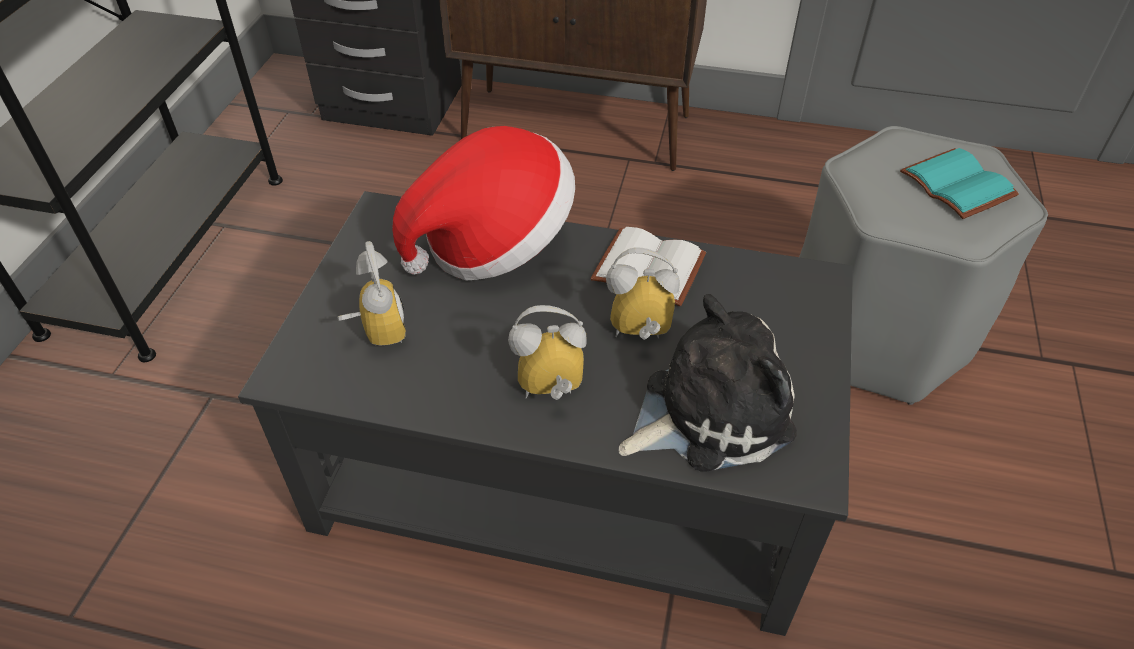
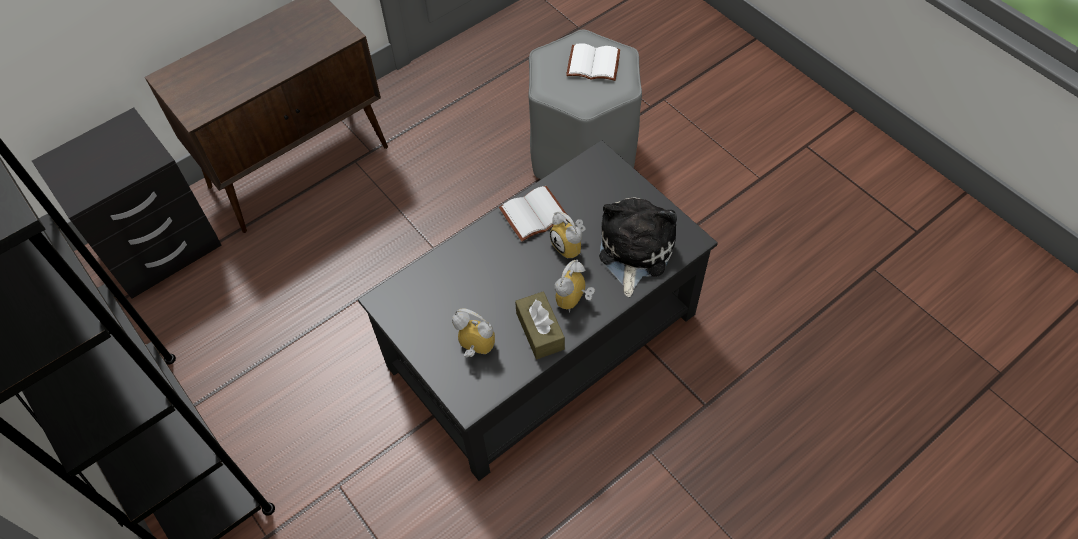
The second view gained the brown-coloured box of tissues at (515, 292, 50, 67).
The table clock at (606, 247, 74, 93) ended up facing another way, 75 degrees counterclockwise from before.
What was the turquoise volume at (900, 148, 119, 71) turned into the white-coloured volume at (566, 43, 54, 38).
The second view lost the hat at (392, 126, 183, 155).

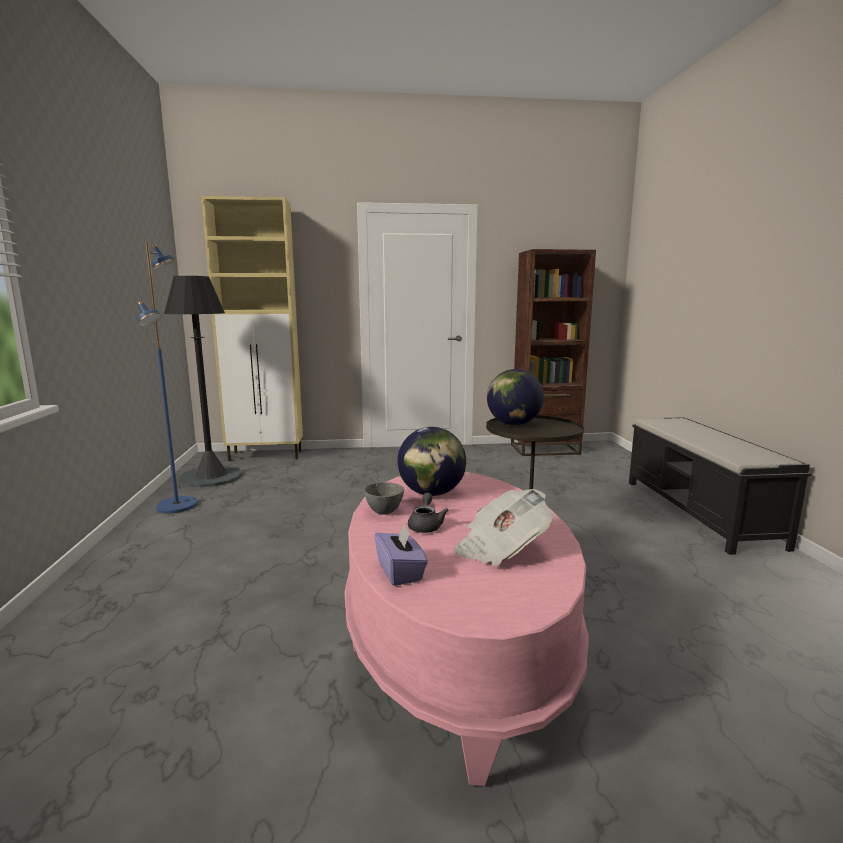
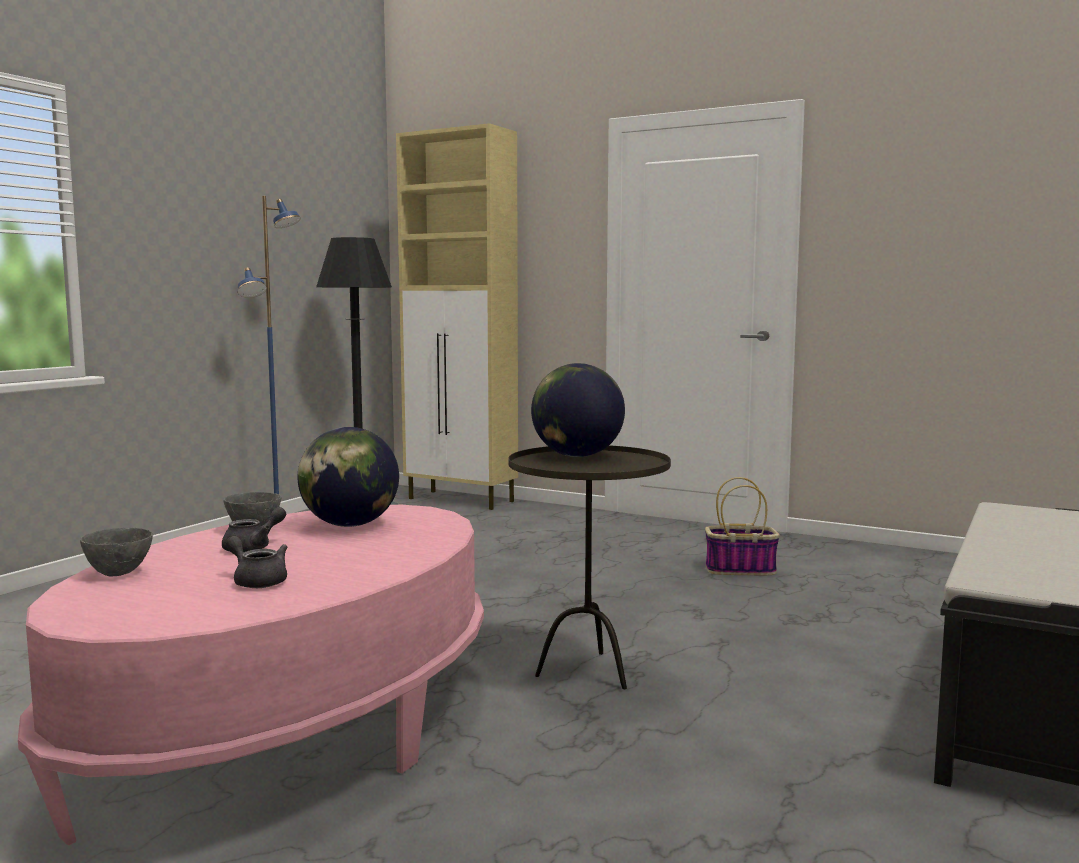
Where the purple-coloured box of tissues stood at (375, 523, 53, 63), the grey bowl came to stand at (80, 528, 73, 48).
Where the newspaper stood at (454, 489, 99, 77), the grey teapot came to stand at (226, 536, 61, 52).
The second view gained the household basket at (705, 477, 75, 98).
The second view lost the brown-coloured shelving unit at (511, 249, 85, 207).

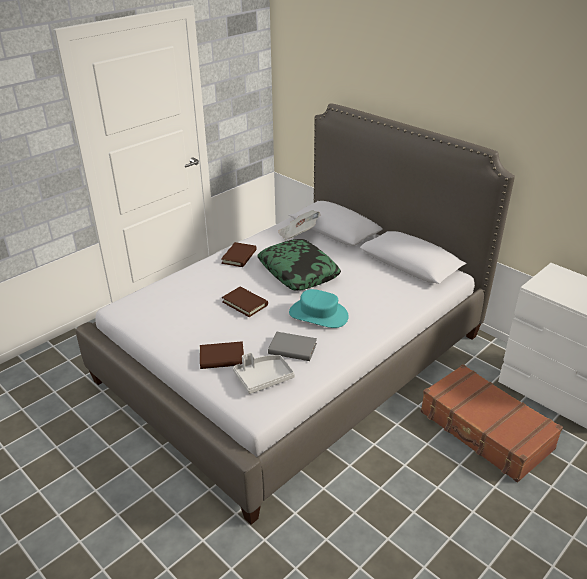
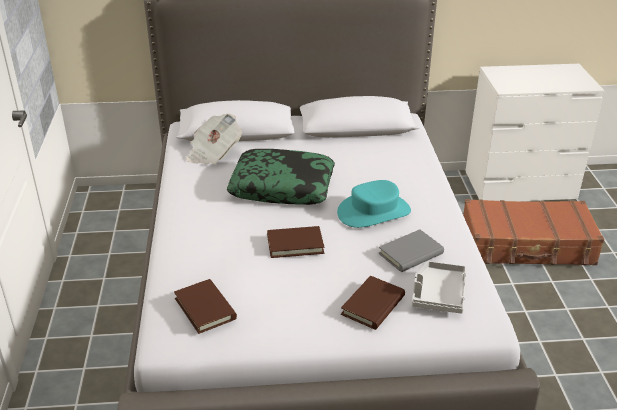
The brown-coloured volume ended up elsewhere, having gone from (221, 242, 36, 25) to (174, 279, 63, 55).

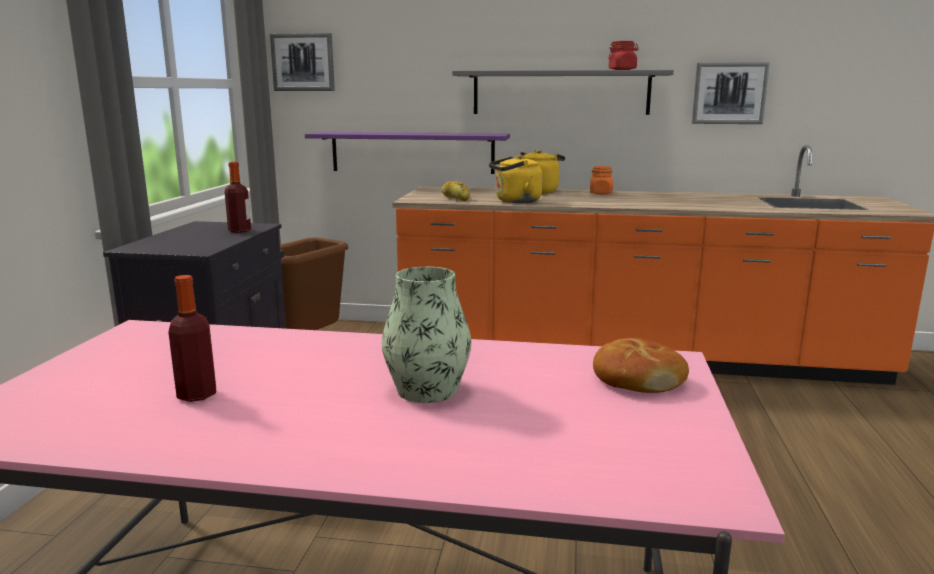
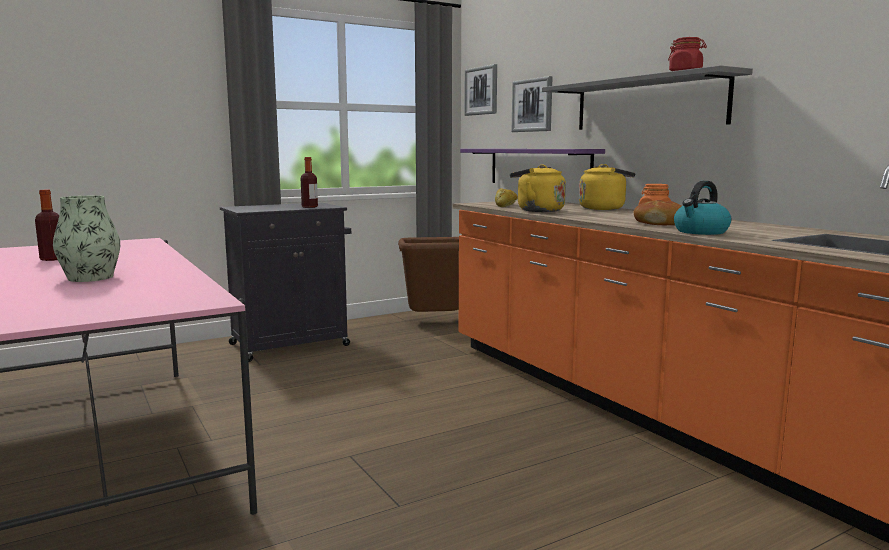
The picture ended up elsewhere, having gone from (692, 62, 78, 62) to (512, 76, 41, 56).
The bakery bread ended up elsewhere, having gone from (593, 338, 96, 55) to (634, 200, 48, 25).
The second view gained the tea kettle at (674, 181, 57, 54).

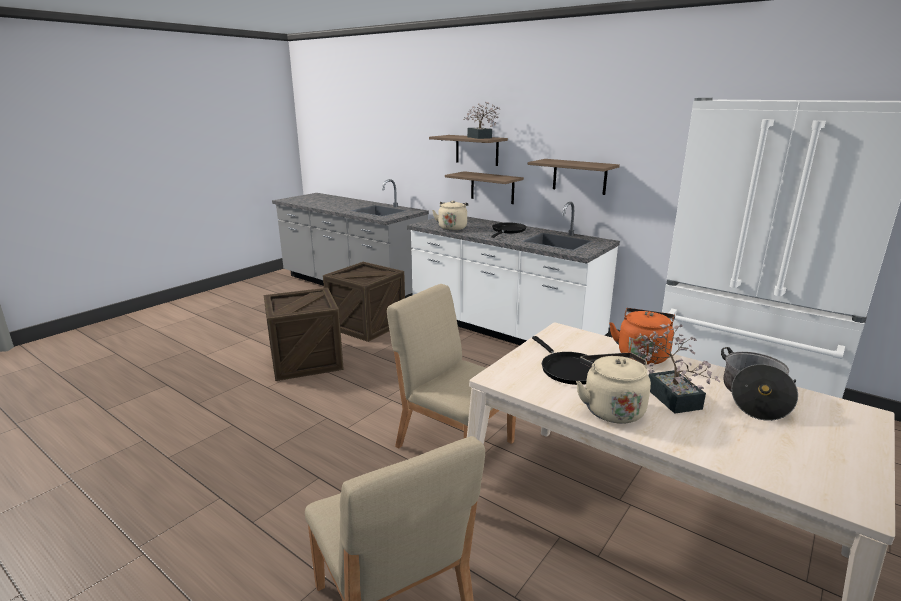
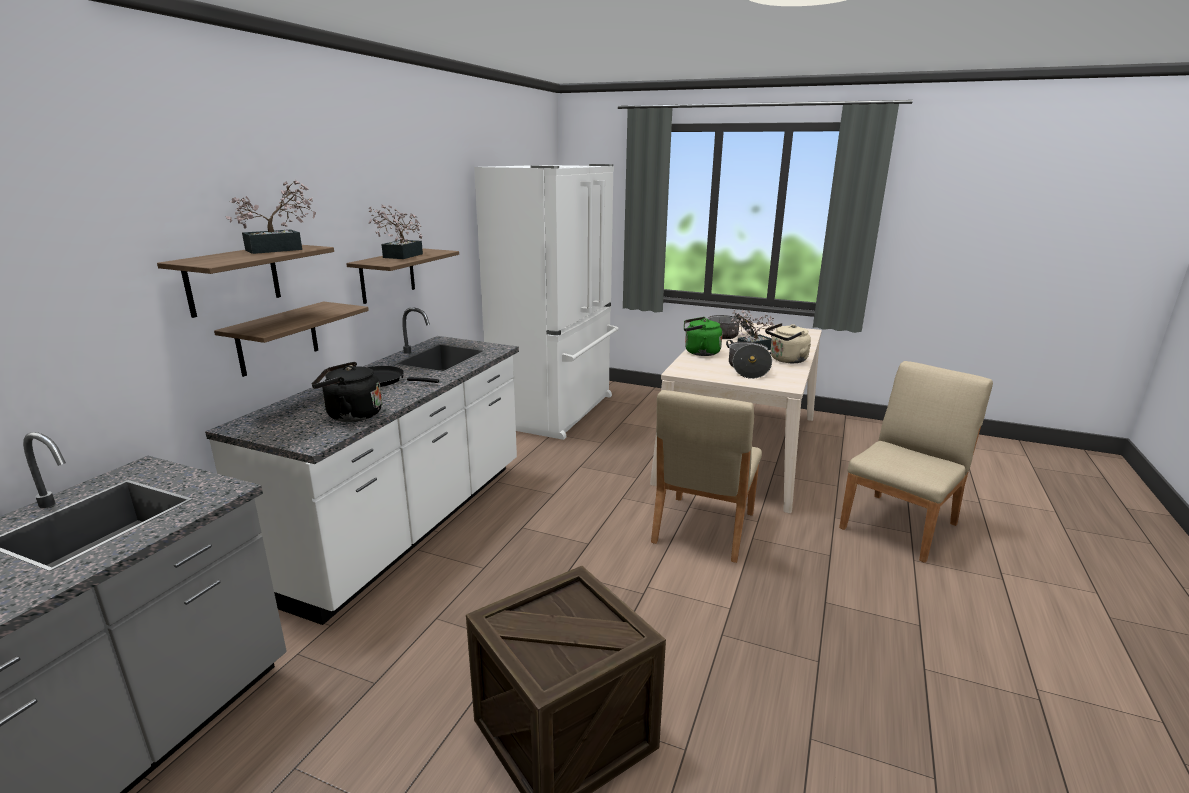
What was the sand-coloured tea kettle at (432, 200, 36, 31) turned into the black tea kettle at (312, 362, 70, 60).
The second view gained the potted plant at (369, 205, 54, 54).
What was the orangey tea kettle at (609, 308, 66, 57) turned into the green tea kettle at (684, 317, 39, 39).
Where the black pan stood at (532, 336, 64, 49), the saucepot came to stand at (726, 340, 46, 39).
The second view lost the shipping crate at (323, 262, 82, 80).

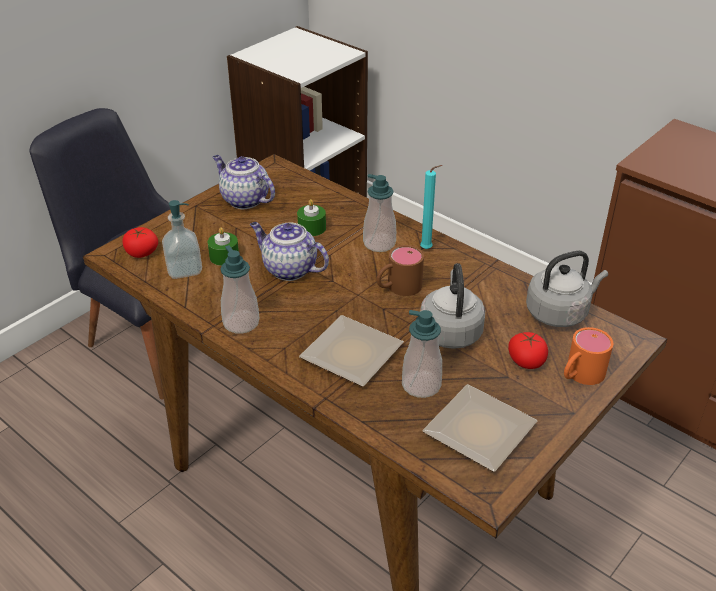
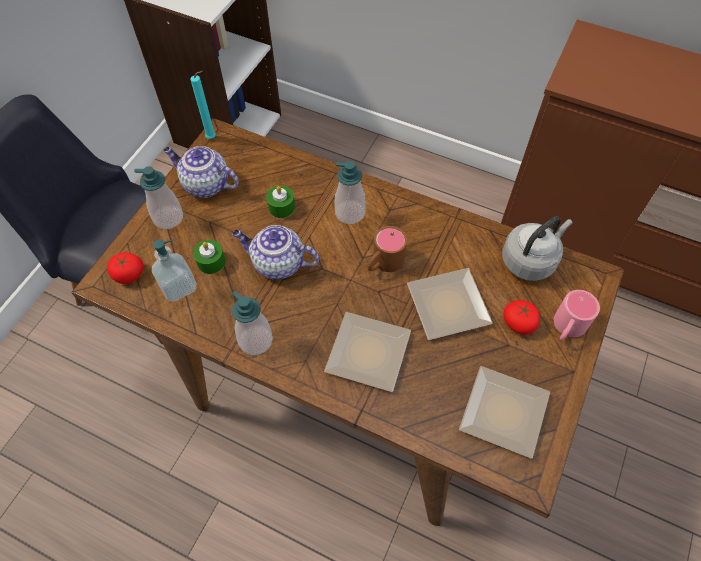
The soap bottle ended up elsewhere, having gone from (402, 310, 40, 88) to (134, 166, 49, 63).
The turquoise wax light ended up elsewhere, having gone from (420, 165, 22, 84) to (190, 71, 26, 68).
Where the grey tea kettle stood at (420, 263, 65, 86), the flat dish came to stand at (407, 268, 86, 72).
What was the orangey mug at (564, 327, 49, 58) turned into the pinkish mug at (554, 290, 46, 51).

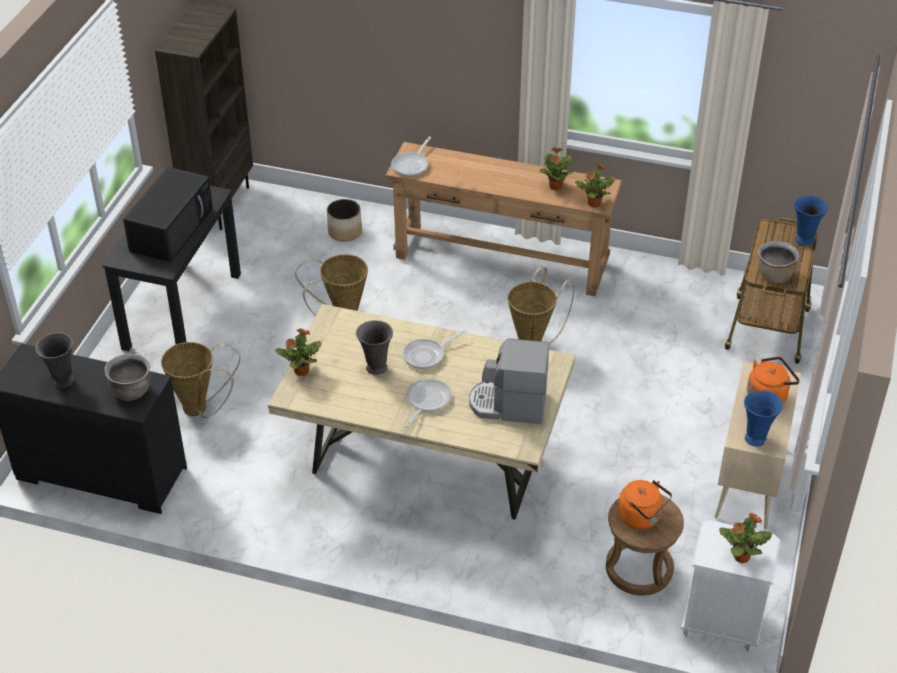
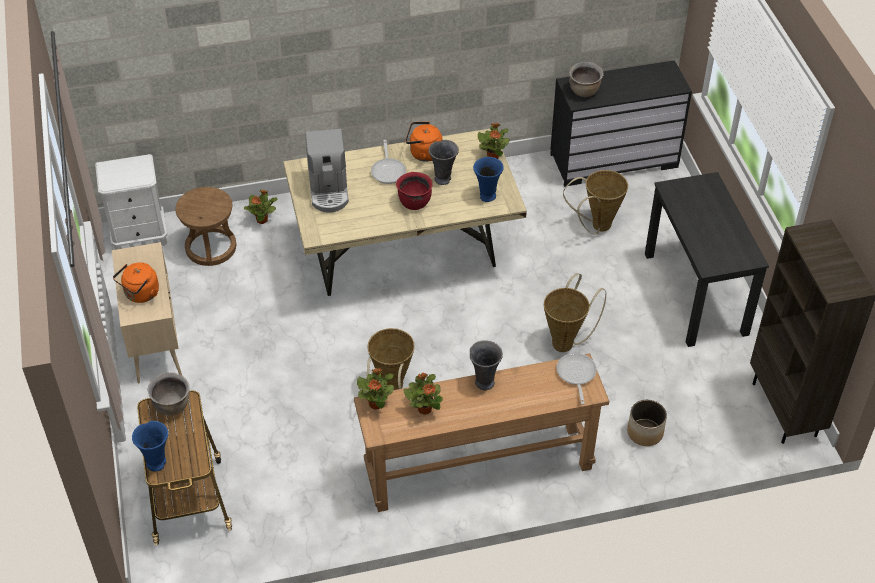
The potted plant ended up elsewhere, having gone from (719, 513, 53, 50) to (244, 190, 33, 34).
The coffee brewer at (469, 338, 80, 86) ended up facing another way, 105 degrees clockwise from before.
Where the pan stood at (403, 330, 64, 39), the red-coloured saucepot came to stand at (396, 172, 37, 38).
The orangey tea kettle ended up elsewhere, having gone from (618, 480, 54, 50) to (406, 122, 37, 40).
The grey vase ended up elsewhere, having gone from (35, 333, 39, 55) to (470, 340, 33, 50).
The bluish vase ended up elsewhere, having gone from (744, 390, 39, 56) to (473, 157, 31, 45).
The second view lost the black kitchen microwave at (123, 167, 90, 95).

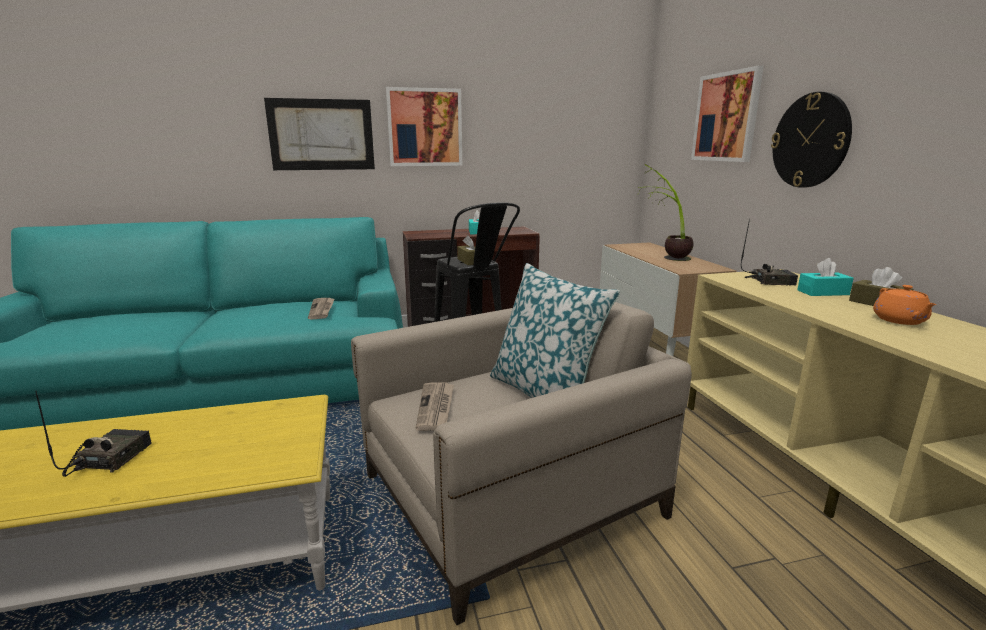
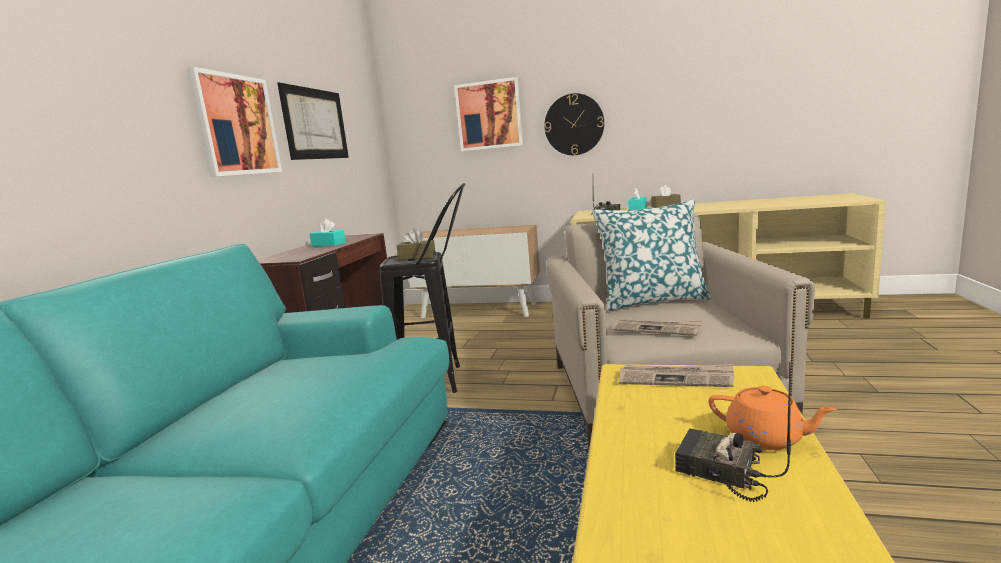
The picture ended up elsewhere, having gone from (264, 98, 111, 72) to (277, 83, 72, 77).
The newspaper ended up elsewhere, having gone from (308, 298, 27, 21) to (619, 364, 115, 23).
The orangey teapot ended up elsewhere, having gone from (873, 285, 64, 40) to (709, 386, 128, 64).
The second view lost the potted plant at (637, 164, 56, 97).

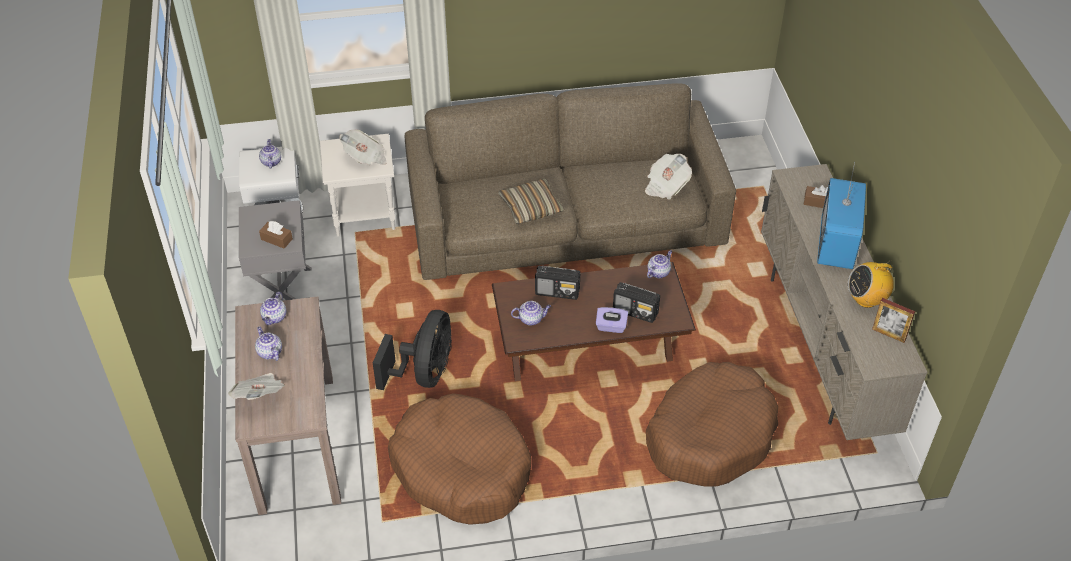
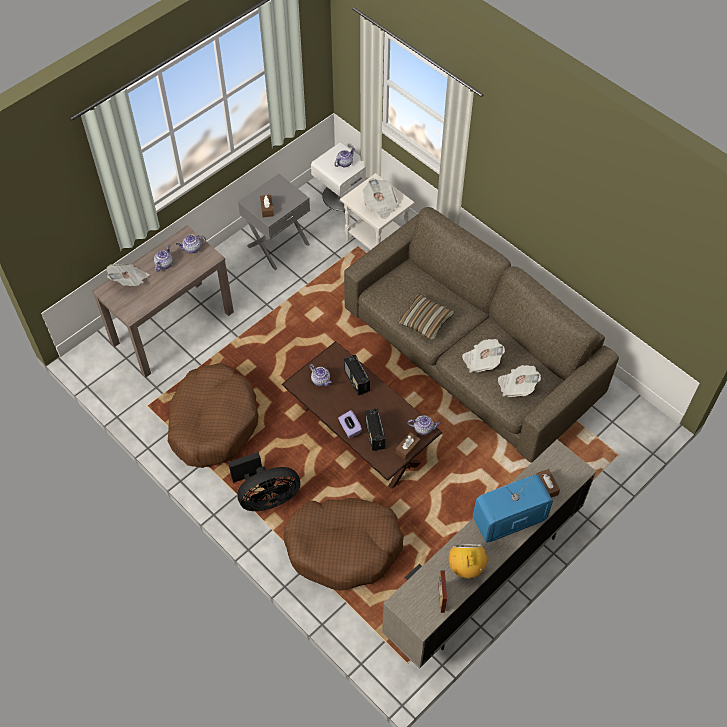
The black cooling fan ended up elsewhere, having gone from (373, 310, 79, 80) to (228, 452, 72, 59).
The second view gained the brown-coloured box of tissues at (396, 432, 24, 28).
The radio receiver at (848, 259, 46, 49) ended up facing another way, 45 degrees clockwise from before.
The second view gained the newspaper at (462, 339, 43, 34).

